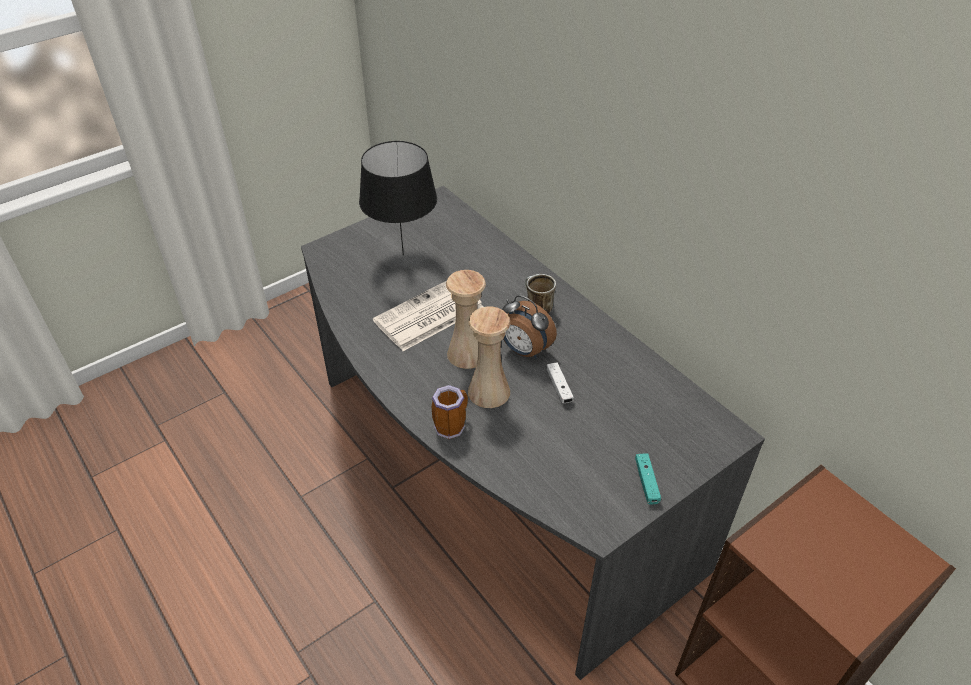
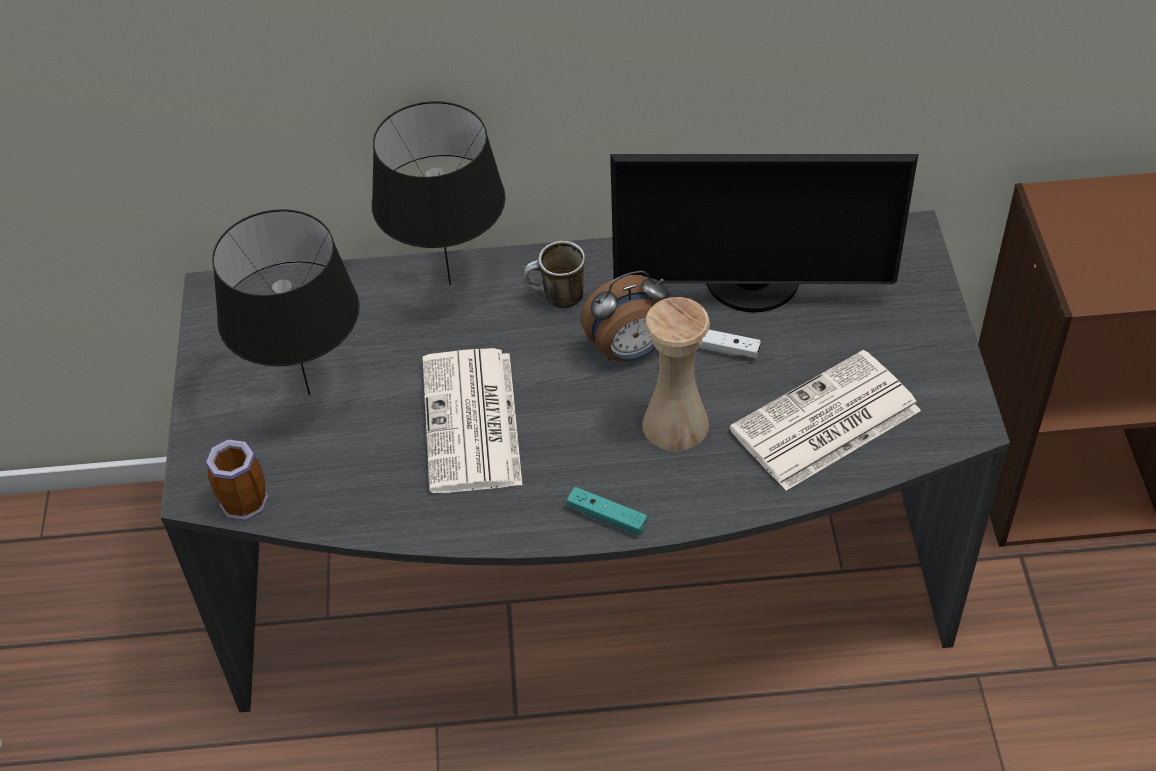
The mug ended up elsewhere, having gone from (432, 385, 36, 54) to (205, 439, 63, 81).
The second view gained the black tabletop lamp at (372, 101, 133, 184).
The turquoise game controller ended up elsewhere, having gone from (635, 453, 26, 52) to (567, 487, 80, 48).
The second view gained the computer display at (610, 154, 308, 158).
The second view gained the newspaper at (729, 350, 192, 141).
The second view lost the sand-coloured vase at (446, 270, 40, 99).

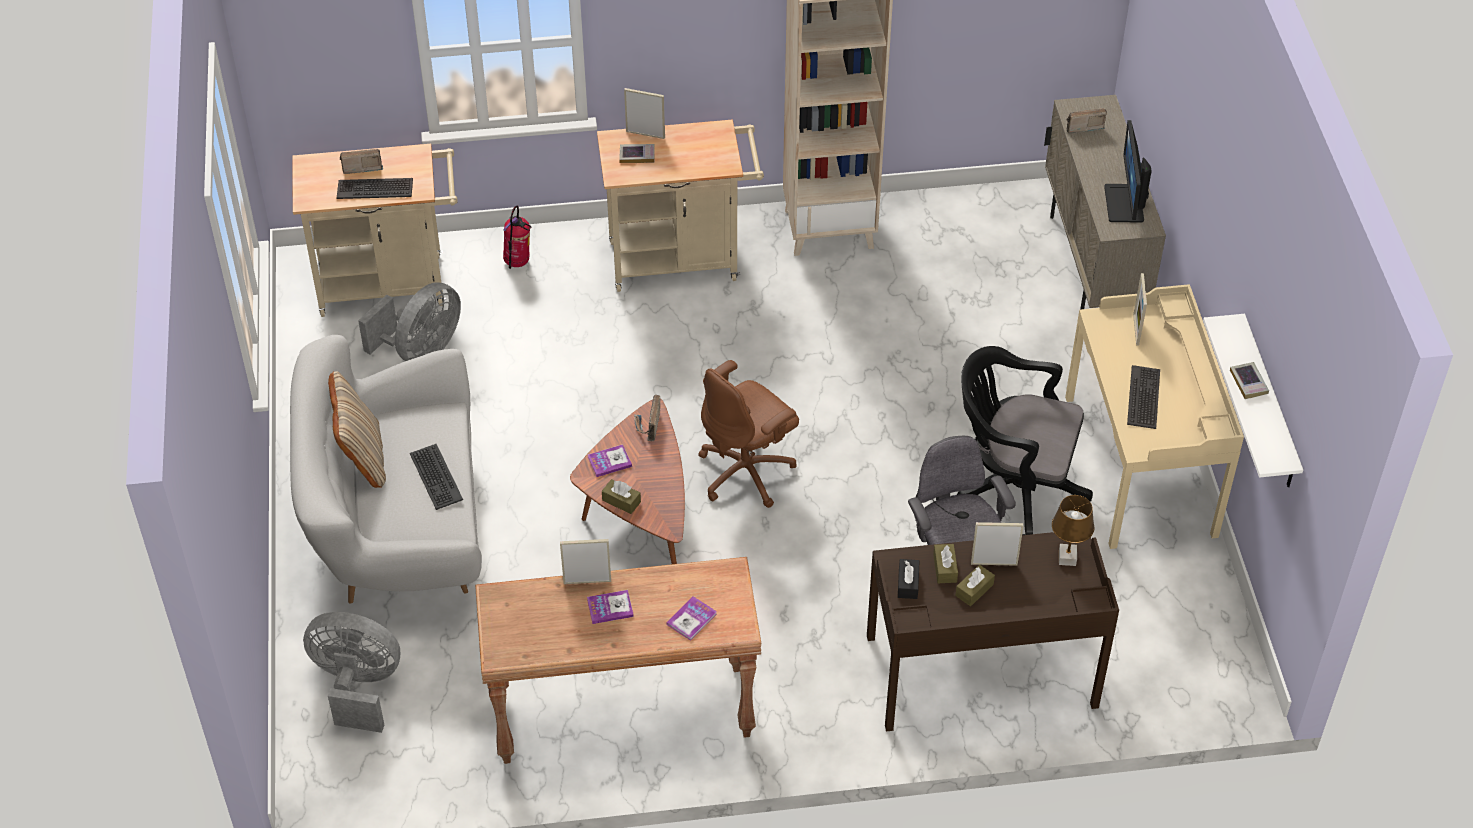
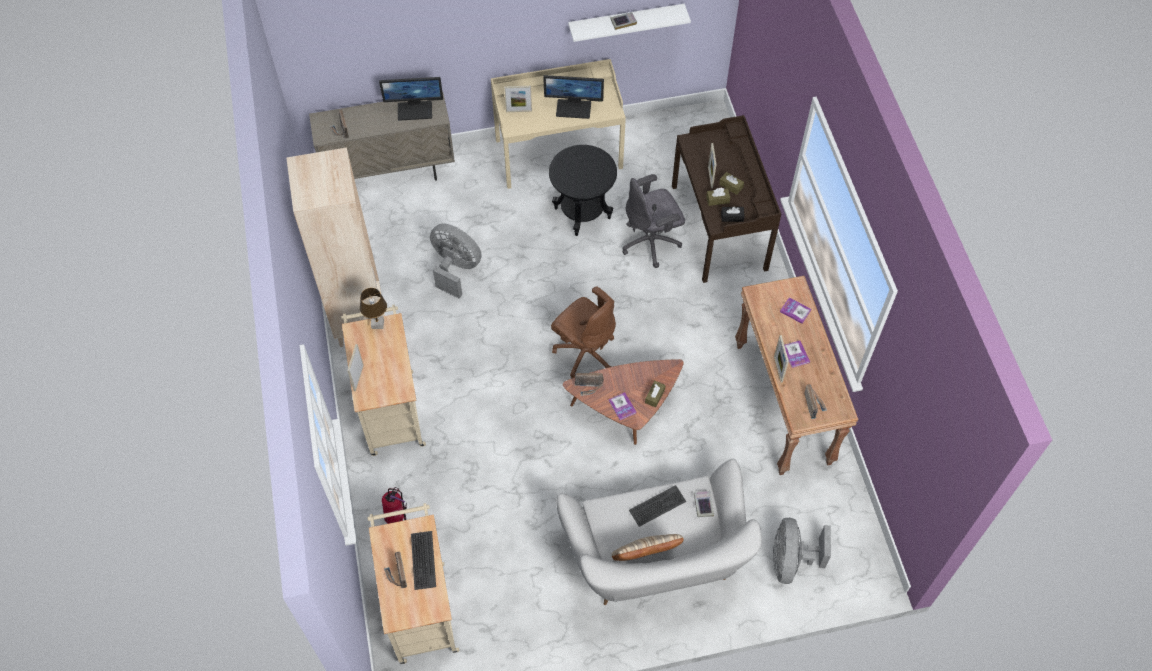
The brown-coloured tabletop lamp ended up elsewhere, having gone from (1052, 495, 42, 71) to (360, 288, 27, 41).
The grey cooling fan ended up elsewhere, having gone from (358, 282, 103, 79) to (430, 223, 52, 76).
Where the keyboard stood at (1127, 365, 33, 64), the computer display came to stand at (543, 75, 61, 44).
Where the black office chair stood at (957, 346, 136, 189), the black accent table came to stand at (549, 145, 68, 91).
The volume ended up elsewhere, having gone from (619, 144, 36, 19) to (694, 490, 20, 27).
The second view gained the radio receiver at (804, 384, 23, 35).

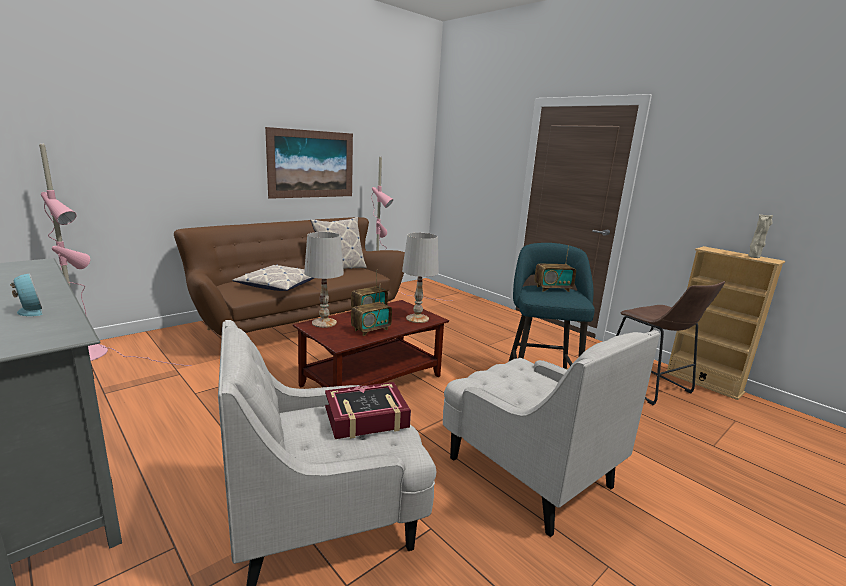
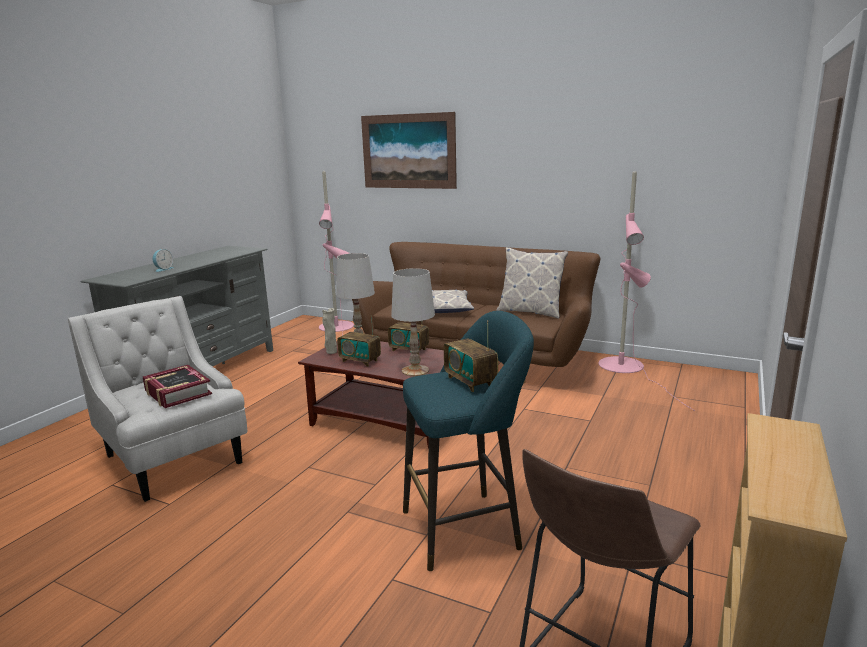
The sand-coloured vase ended up elsewhere, having gone from (749, 214, 24, 44) to (322, 308, 15, 46).
The picture ended up elsewhere, having gone from (265, 127, 88, 72) to (361, 112, 96, 77).
The second view lost the white-coloured lounge chair at (443, 330, 217, 207).

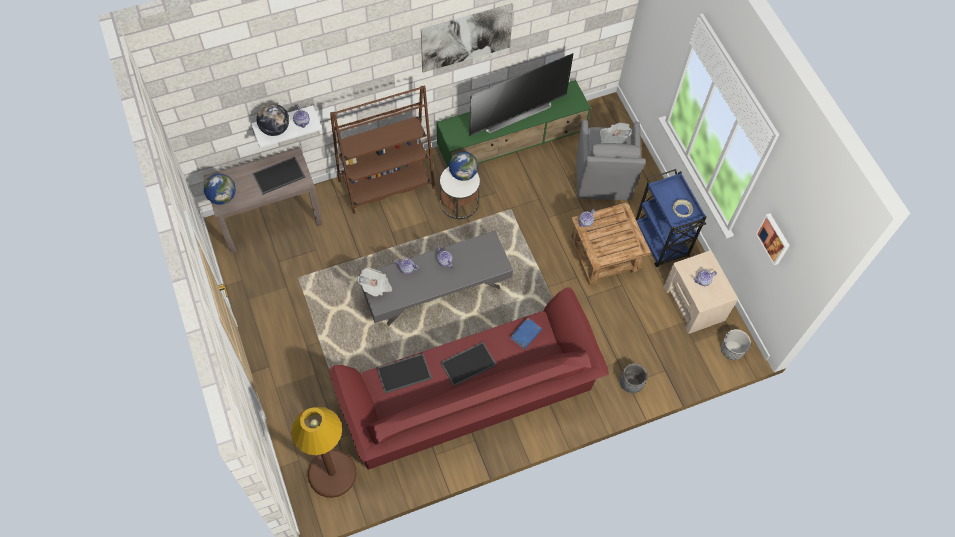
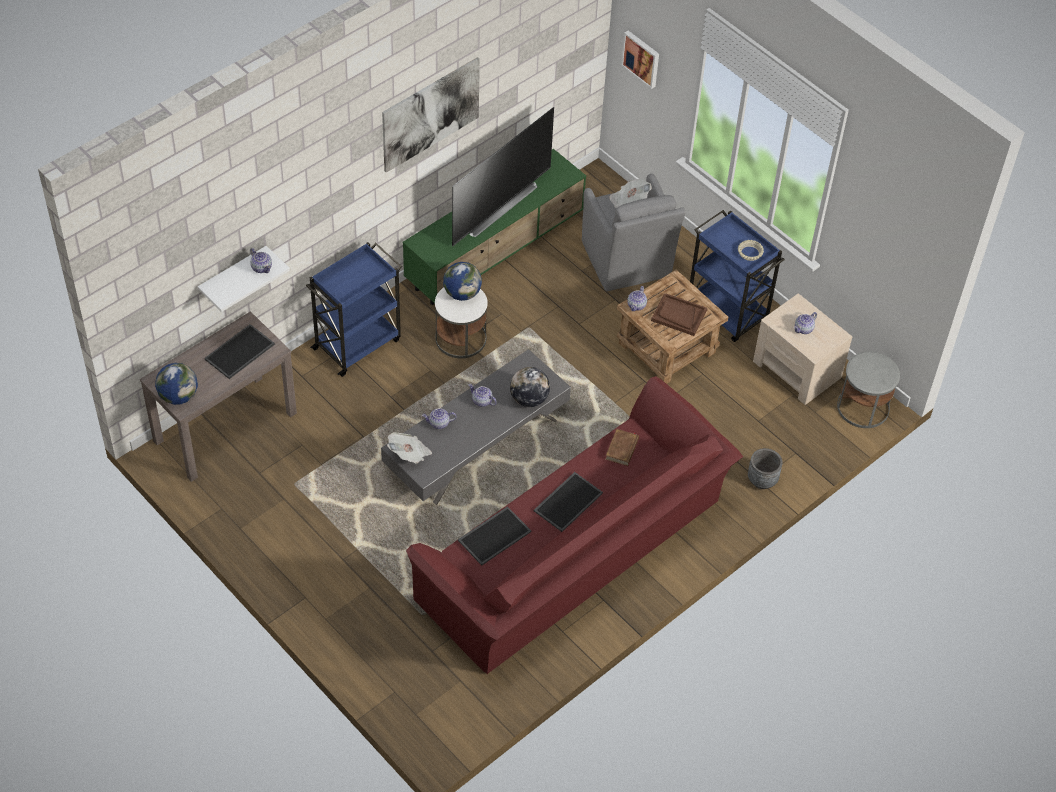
Where the brown-coloured shelving unit stood at (330, 85, 105, 129), the bluish cart came to stand at (306, 242, 96, 135).
The globe ended up elsewhere, having gone from (256, 103, 33, 33) to (510, 367, 40, 40).
What was the bluish volume at (510, 317, 32, 32) turned into the brown-coloured volume at (605, 429, 34, 37).
The picture ended up elsewhere, having gone from (755, 213, 35, 52) to (621, 30, 38, 59).
The second view gained the brown-coloured serving tray at (651, 293, 56, 43).
Where the flower pot stood at (721, 329, 30, 31), the grey accent table came to stand at (837, 351, 63, 77).
The second view lost the brown-coloured standard lamp at (291, 407, 66, 91).

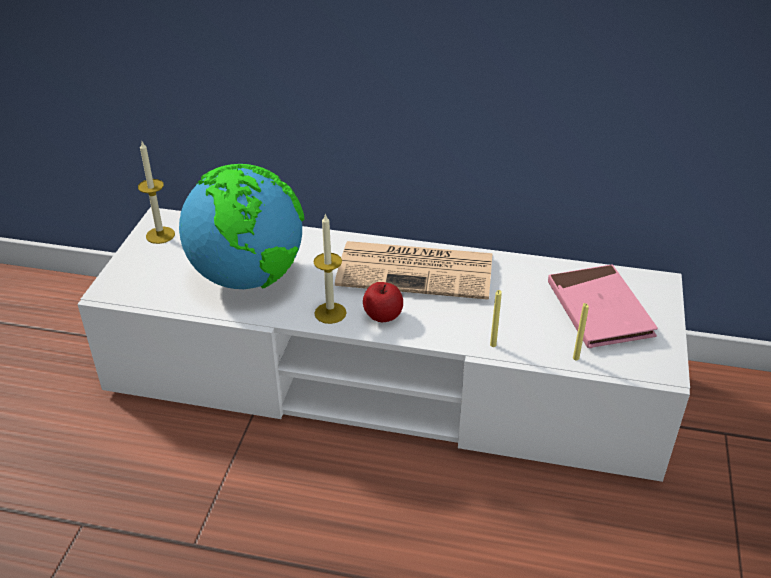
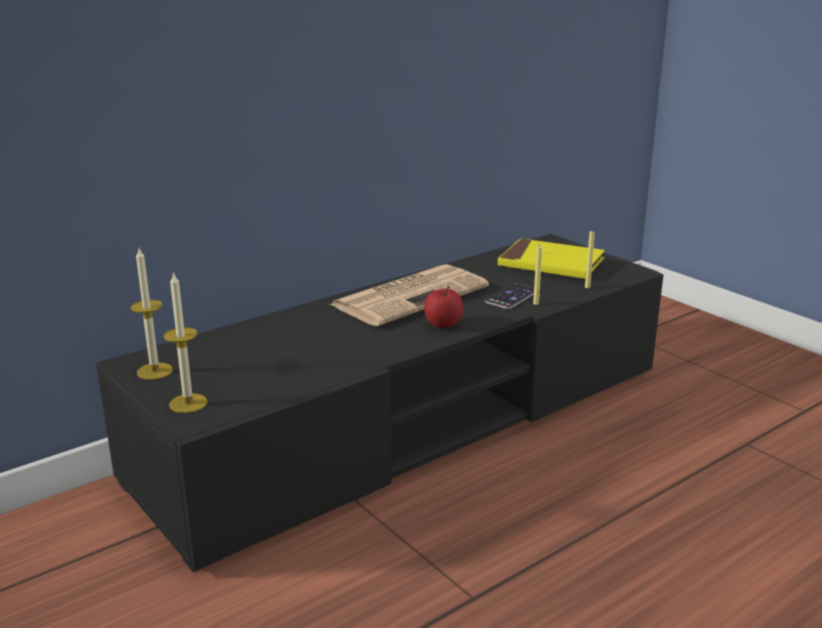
What was the white-coloured media console at (77, 207, 613, 275) turned into the black media console at (96, 234, 568, 338).
The wax light ended up elsewhere, having gone from (313, 213, 34, 111) to (164, 272, 44, 141).
The second view gained the handset at (485, 283, 49, 26).
What was the pinkish volume at (548, 264, 110, 84) turned into the yellowish volume at (498, 239, 107, 40).
The second view lost the globe at (179, 164, 126, 125).

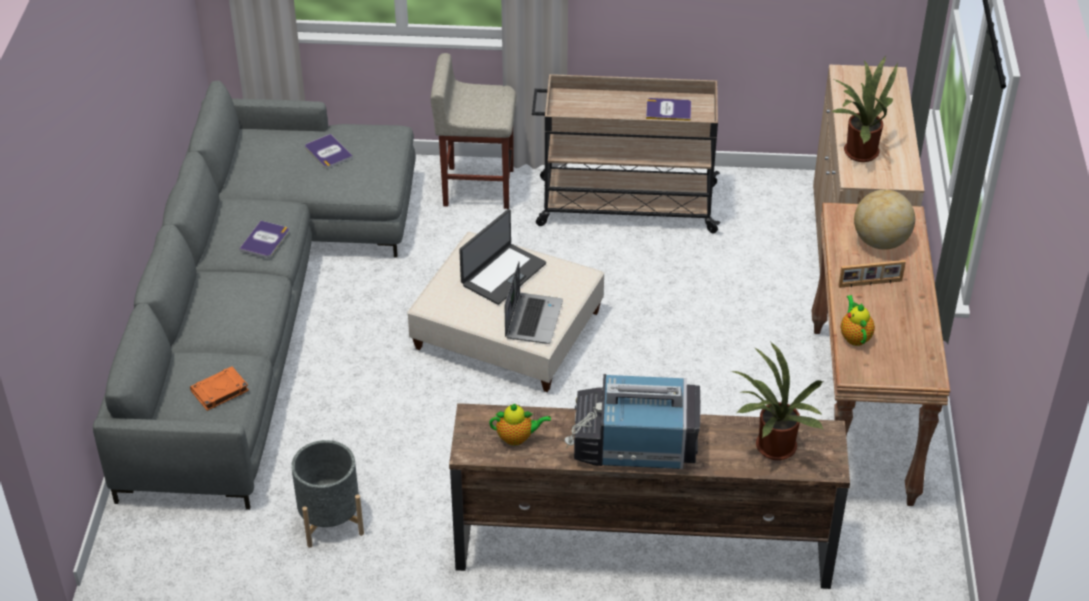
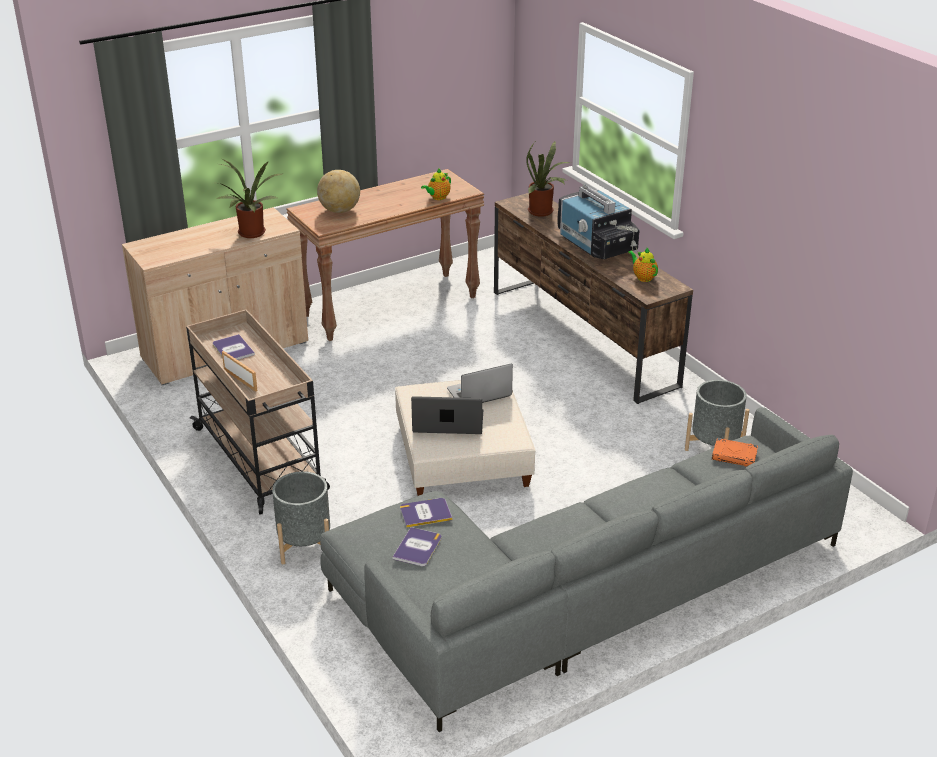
The picture frame ended up elsewhere, having gone from (838, 260, 68, 28) to (222, 351, 36, 41).
Where the sand-coloured stool stood at (431, 53, 85, 156), the grey flower pot came to stand at (272, 471, 58, 93).
The volume ended up elsewhere, having gone from (239, 221, 50, 37) to (400, 498, 52, 30).

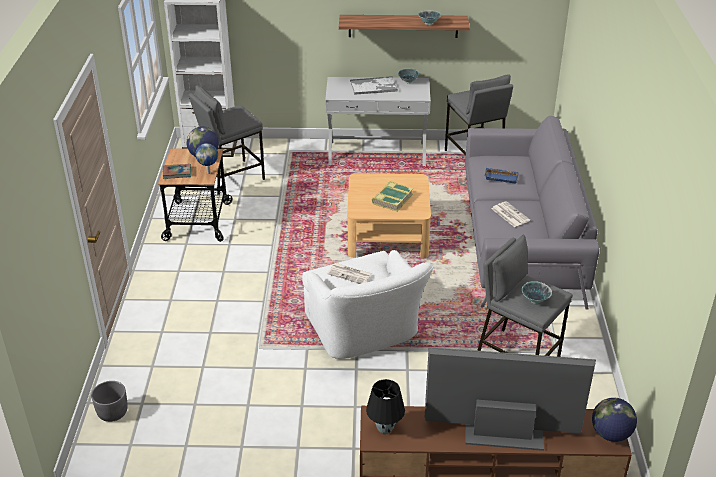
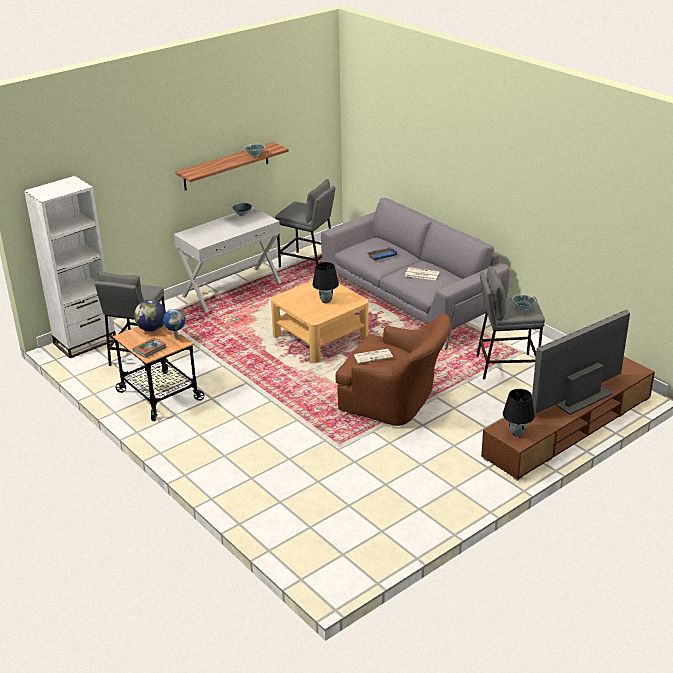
Where the volume stood at (372, 181, 41, 30), the black tabletop lamp came to stand at (313, 262, 26, 41).
What was the white-coloured lounge chair at (302, 250, 131, 109) turned into the brown-coloured lounge chair at (335, 313, 116, 113).
The second view lost the grey flower pot at (91, 381, 37, 41).
The second view lost the serving tray at (350, 76, 48, 19).
The second view lost the globe at (592, 397, 45, 45).

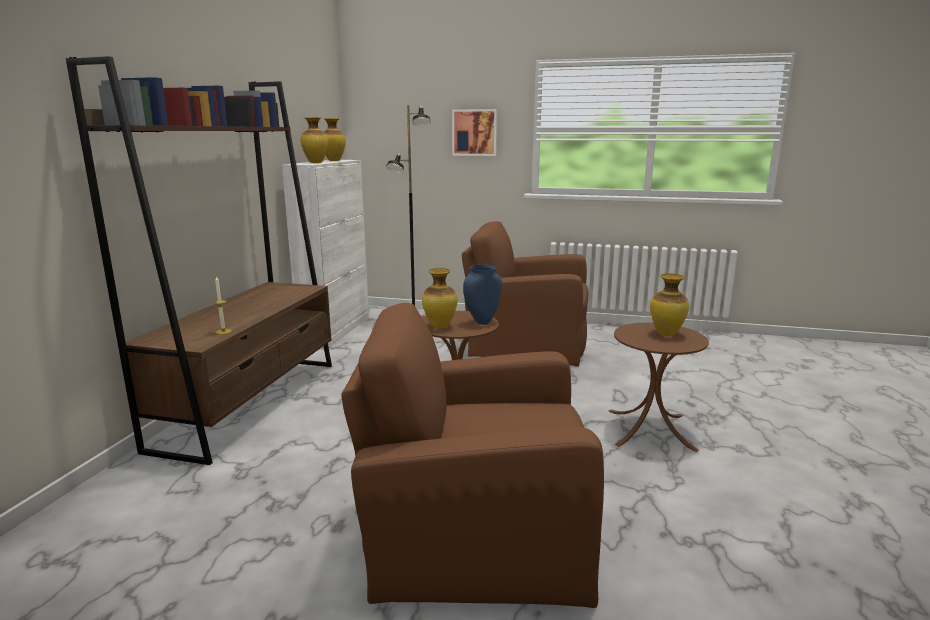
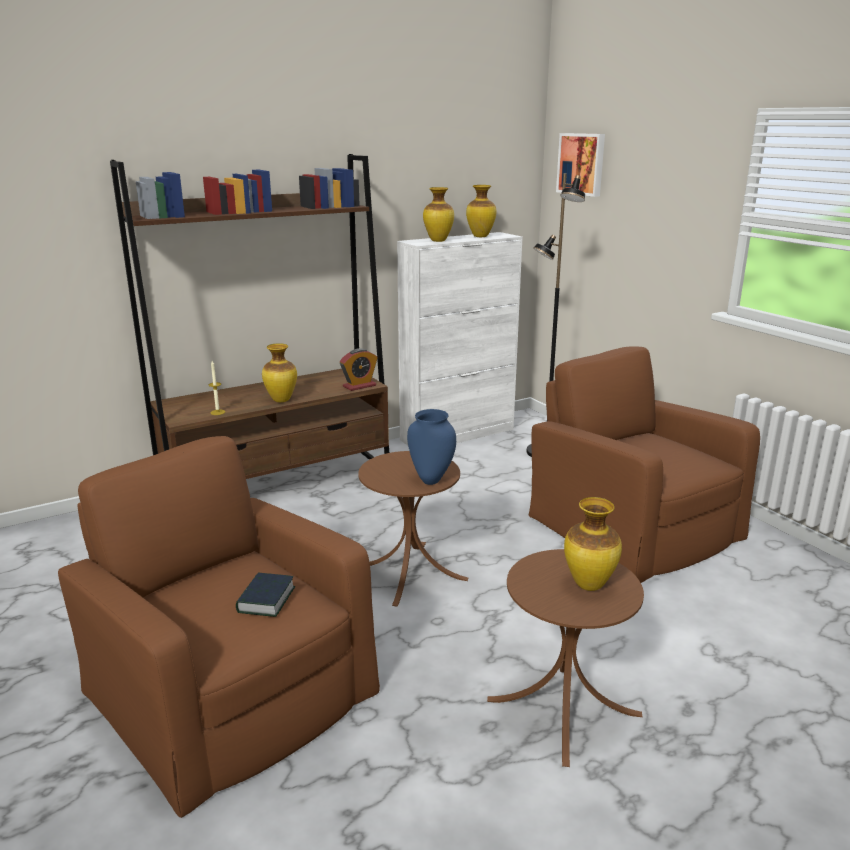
The second view gained the volume at (236, 572, 59, 45).
The vase ended up elsewhere, having gone from (422, 268, 35, 61) to (262, 343, 35, 59).
The second view gained the table clock at (340, 348, 38, 43).
The picture ended up elsewhere, having gone from (452, 109, 45, 47) to (556, 133, 49, 64).

